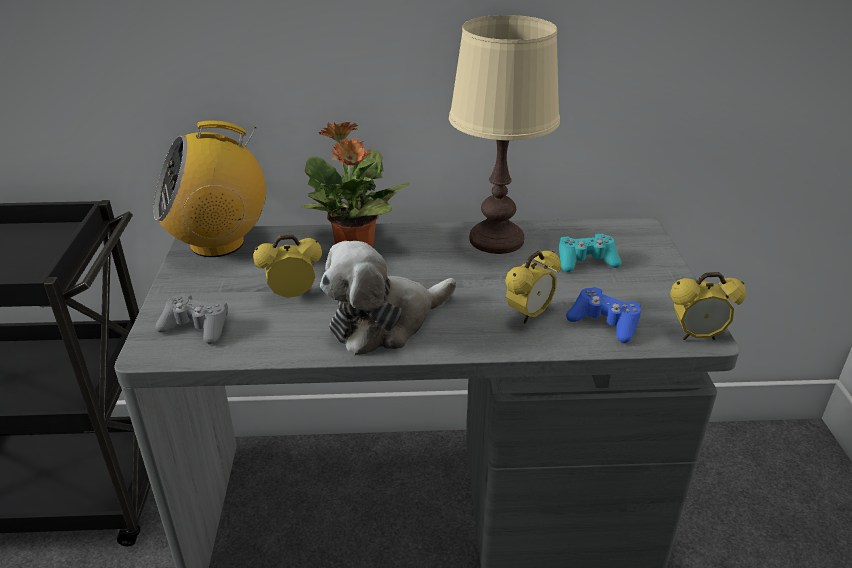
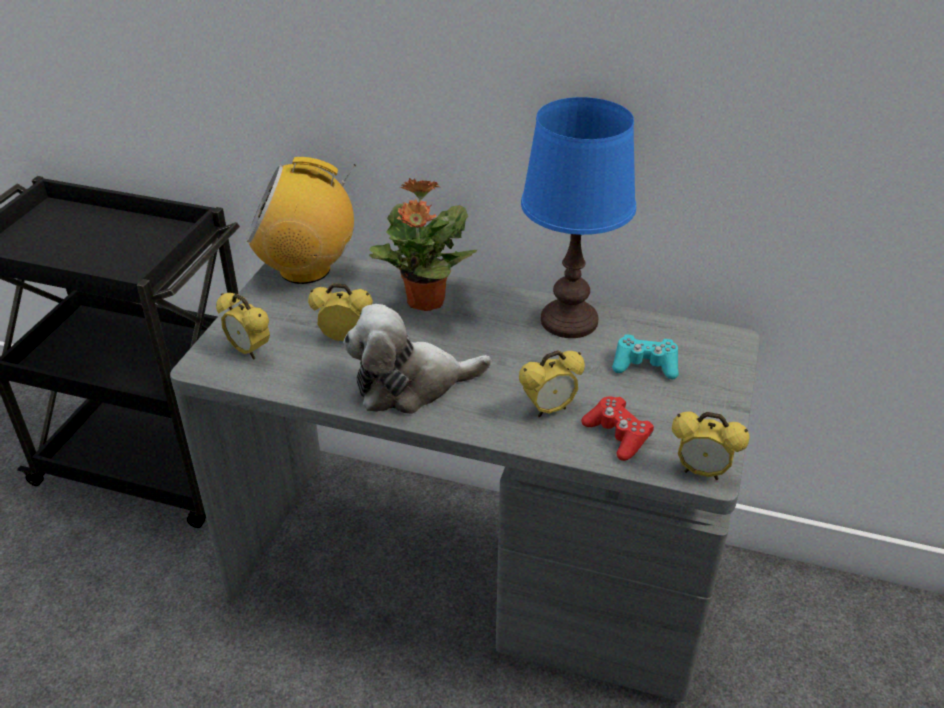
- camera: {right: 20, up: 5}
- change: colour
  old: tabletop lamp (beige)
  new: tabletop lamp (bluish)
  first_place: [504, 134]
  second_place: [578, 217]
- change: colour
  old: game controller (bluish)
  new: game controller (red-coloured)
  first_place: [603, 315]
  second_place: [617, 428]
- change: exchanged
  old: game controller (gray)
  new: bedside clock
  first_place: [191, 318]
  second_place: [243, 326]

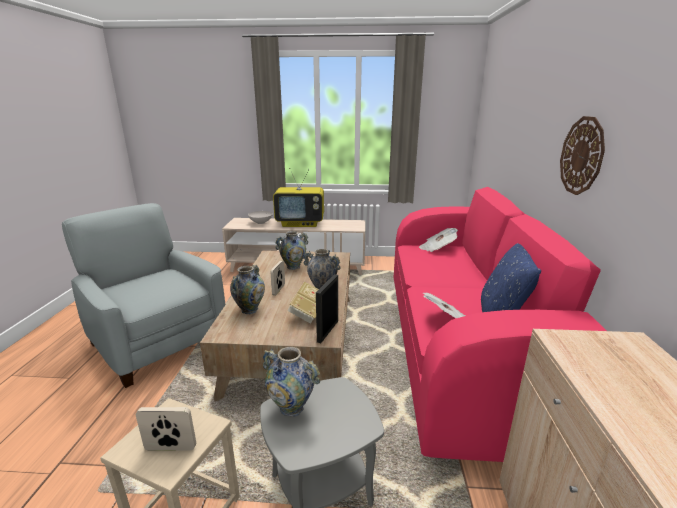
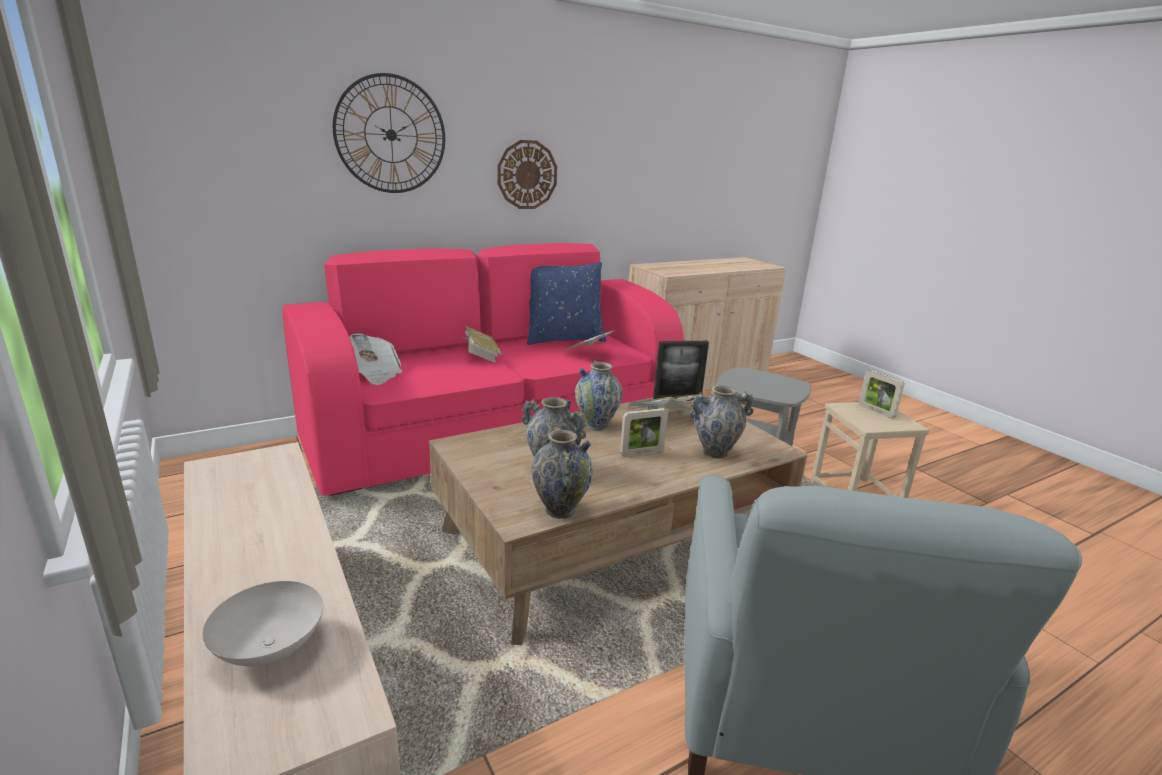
- camera: {right: -125, up: 0}
- change: missing
  old: television
  first_place: [298, 197]
- change: relocated
  old: decorative vase
  first_place: [291, 382]
  second_place: [562, 473]
- change: appeared
  new: wall clock
  second_place: [389, 133]
- change: appeared
  new: book
  second_place: [483, 344]

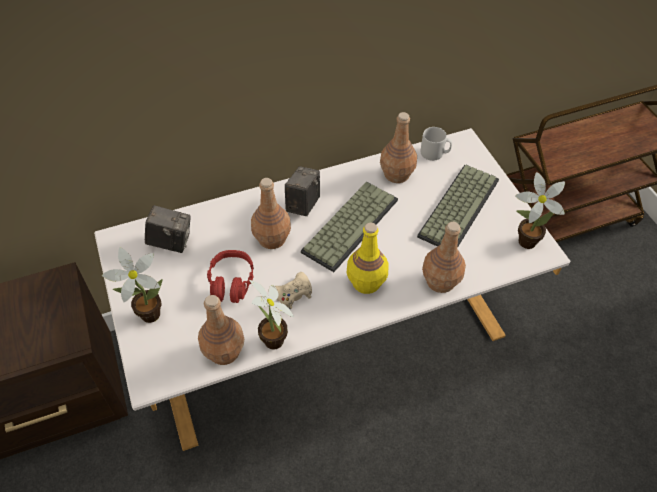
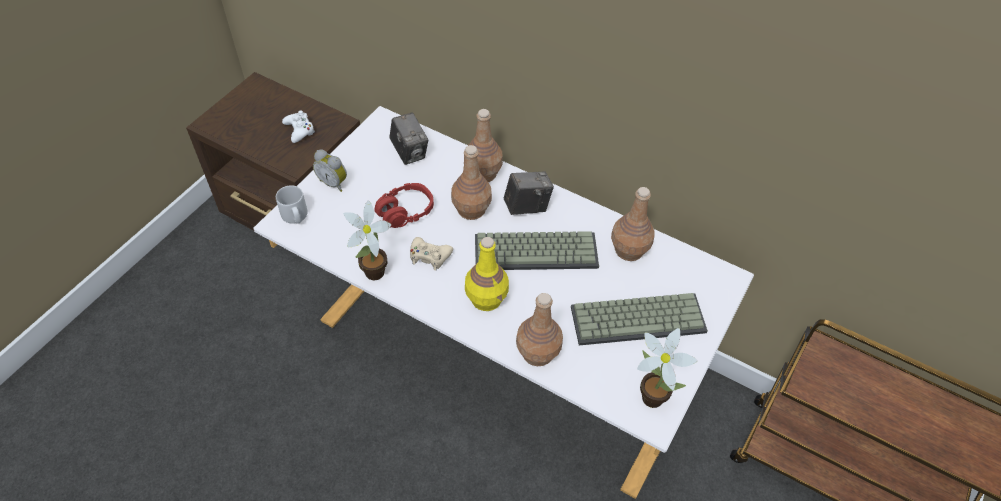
- camera: {right: 50, up: 0}
- change: relocated
  old: coffee mug (gray)
  first_place: [436, 144]
  second_place: [292, 204]
- change: exchanged
  old: potted plant
  new: bedside clock
  first_place: [132, 285]
  second_place: [330, 171]
- change: relocated
  old: beverage bottle (brown)
  first_place: [221, 330]
  second_place: [483, 145]
- change: appeared
  new: game controller (white-coloured)
  second_place: [298, 126]

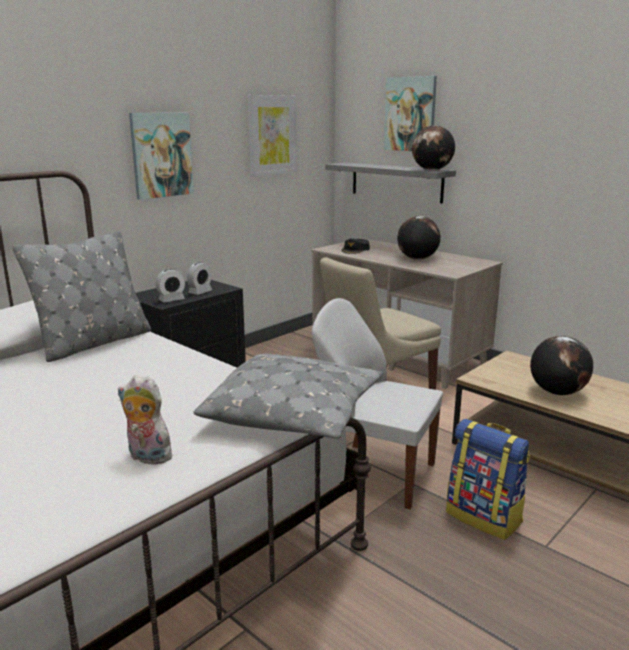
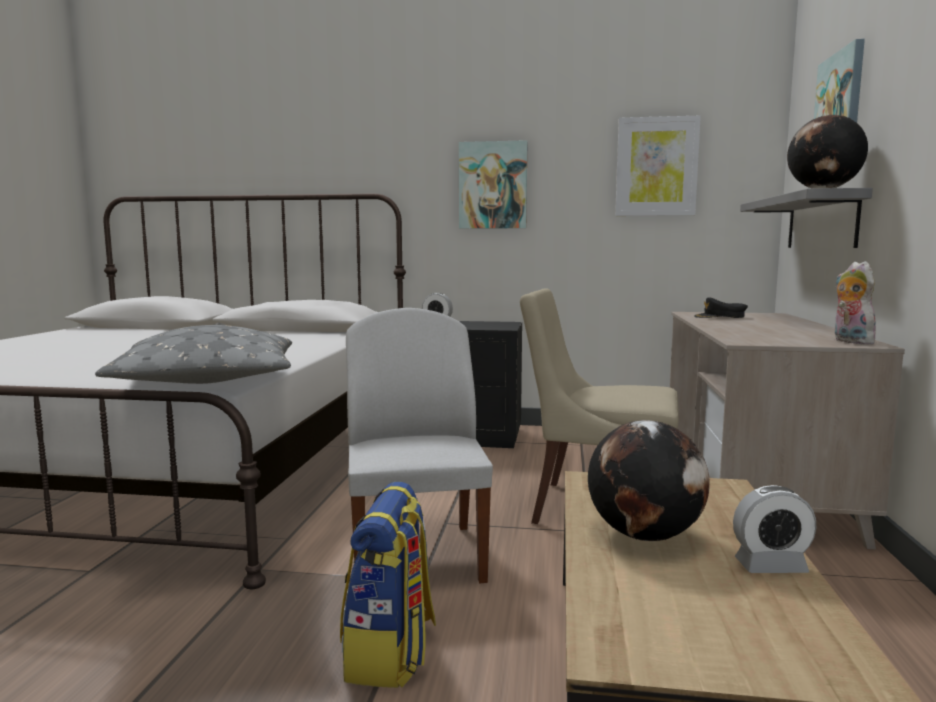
- camera: {right: 55, up: -10}
- change: missing
  old: globe
  first_place: [419, 238]
- change: missing
  old: pillow (gray)
  first_place: [81, 296]
- change: relocated
  old: bedside clock
  first_place: [199, 278]
  second_place: [774, 529]
- change: relocated
  old: plush toy
  first_place: [146, 420]
  second_place: [855, 302]

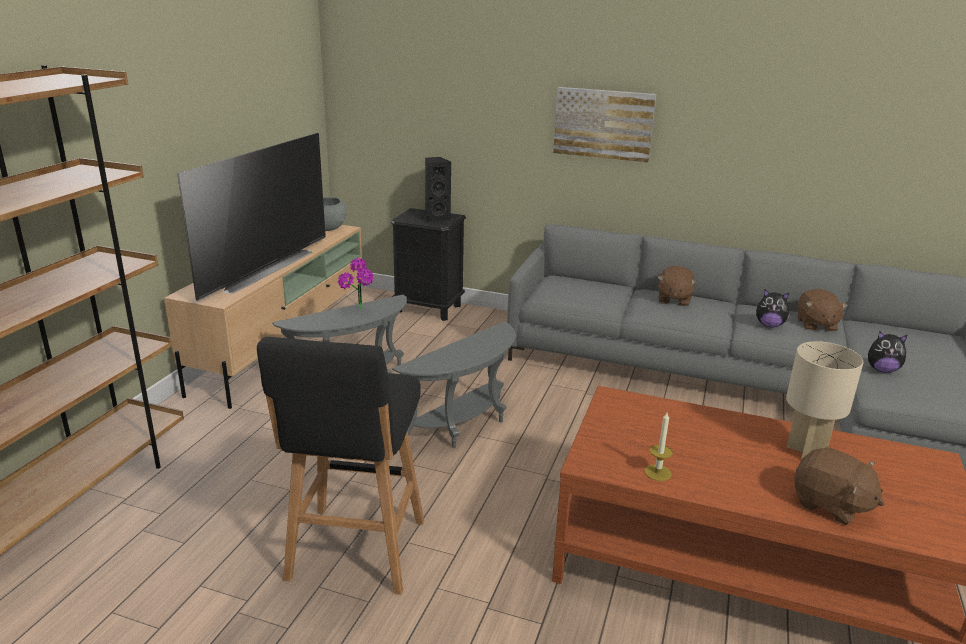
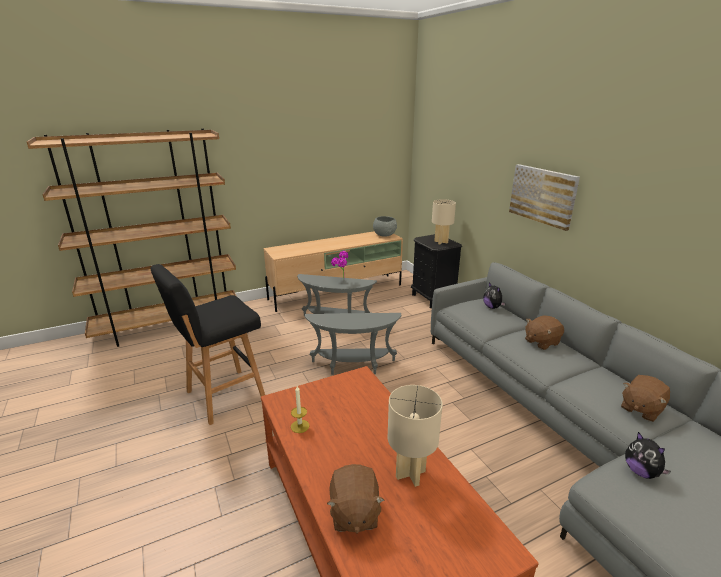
- camera: {right: 45, up: 0}
- change: missing
  old: television
  first_place: [251, 217]
- change: exchanged
  old: audio speaker (black-coloured)
  new: tabletop lamp (beige)
  first_place: [438, 189]
  second_place: [444, 221]
- change: relocated
  old: plush toy
  first_place: [773, 308]
  second_place: [494, 295]

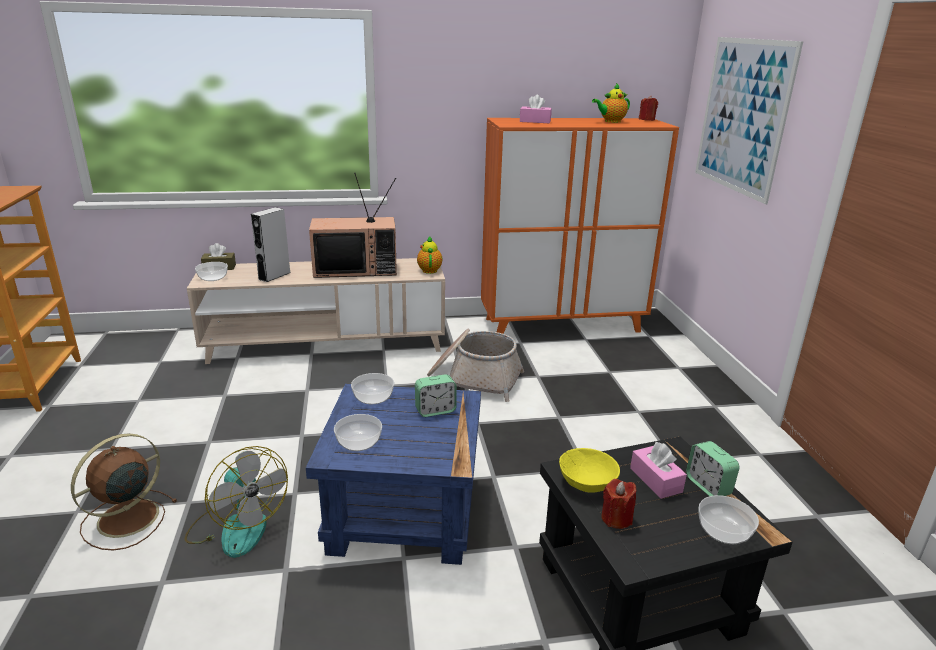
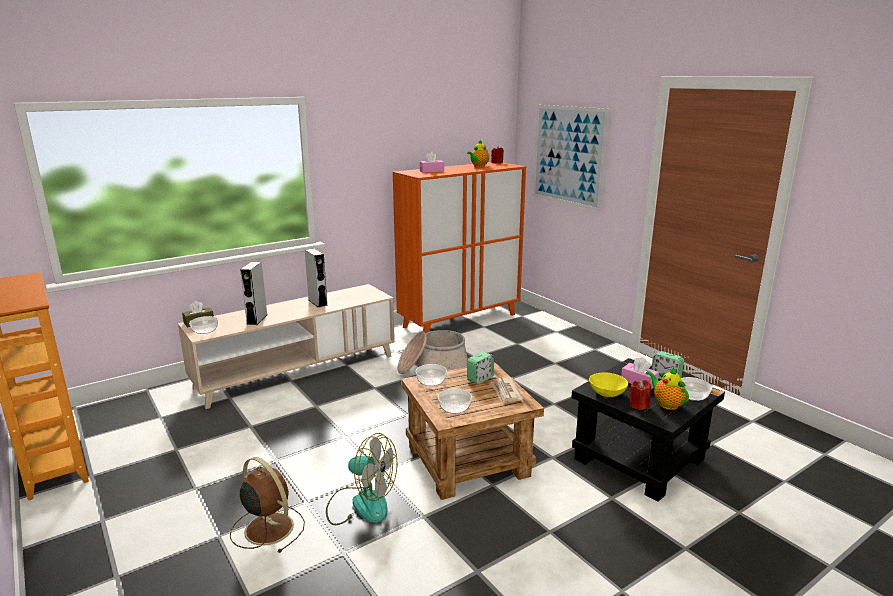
- camera: {right: -25, up: -5}
- change: exchanged
  old: television
  new: audio speaker (gray)
  first_place: [353, 225]
  second_place: [316, 278]
- change: relocated
  old: pot for tea
  first_place: [429, 255]
  second_place: [667, 388]
- change: colour
  old: side table (bluish)
  new: side table (brown)
  first_place: [393, 474]
  second_place: [472, 431]
- change: spun
  old: cooling fan (brown)
  first_place: [124, 491]
  second_place: [267, 505]
  degrees: 120
- change: appeared
  new: newspaper
  second_place: [507, 390]

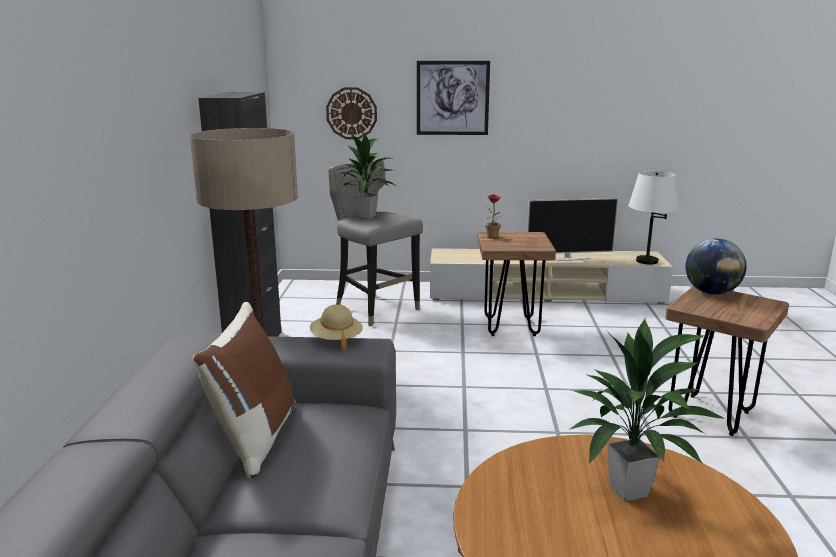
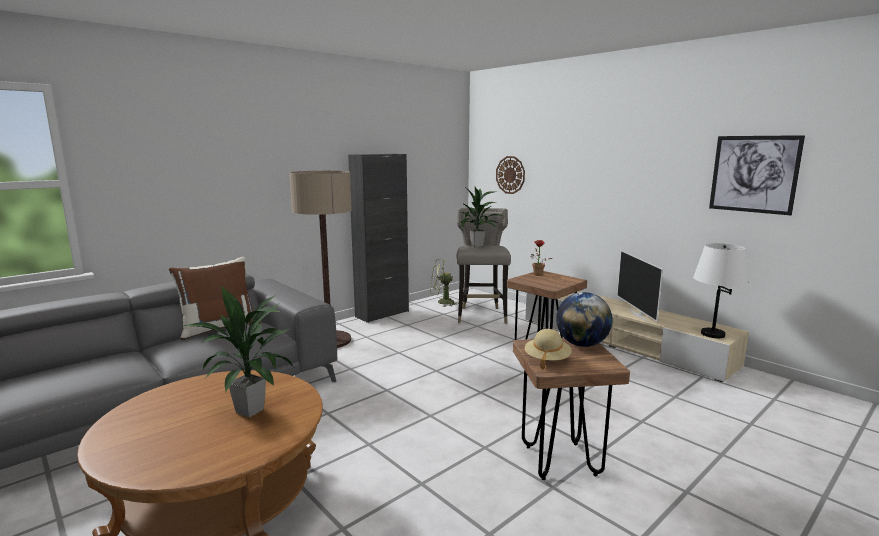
- camera: {right: 45, up: -5}
- change: relocated
  old: wall picture
  first_place: [453, 98]
  second_place: [757, 175]
- change: spun
  old: television
  first_place: [573, 229]
  second_place: [640, 286]
  degrees: 45
- change: relocated
  old: clothing hat (beige)
  first_place: [336, 327]
  second_place: [548, 349]
- change: appeared
  new: cooling fan (green-coloured)
  second_place: [443, 283]

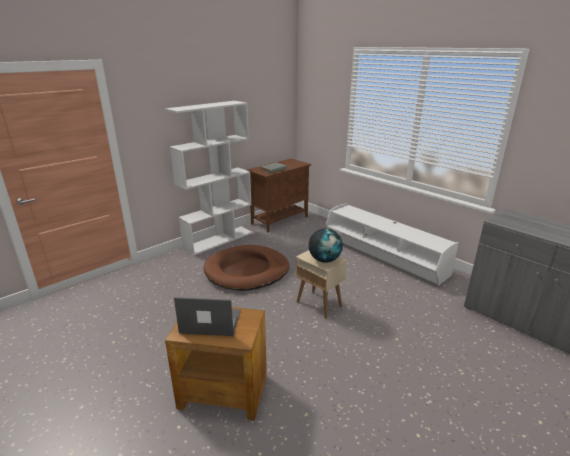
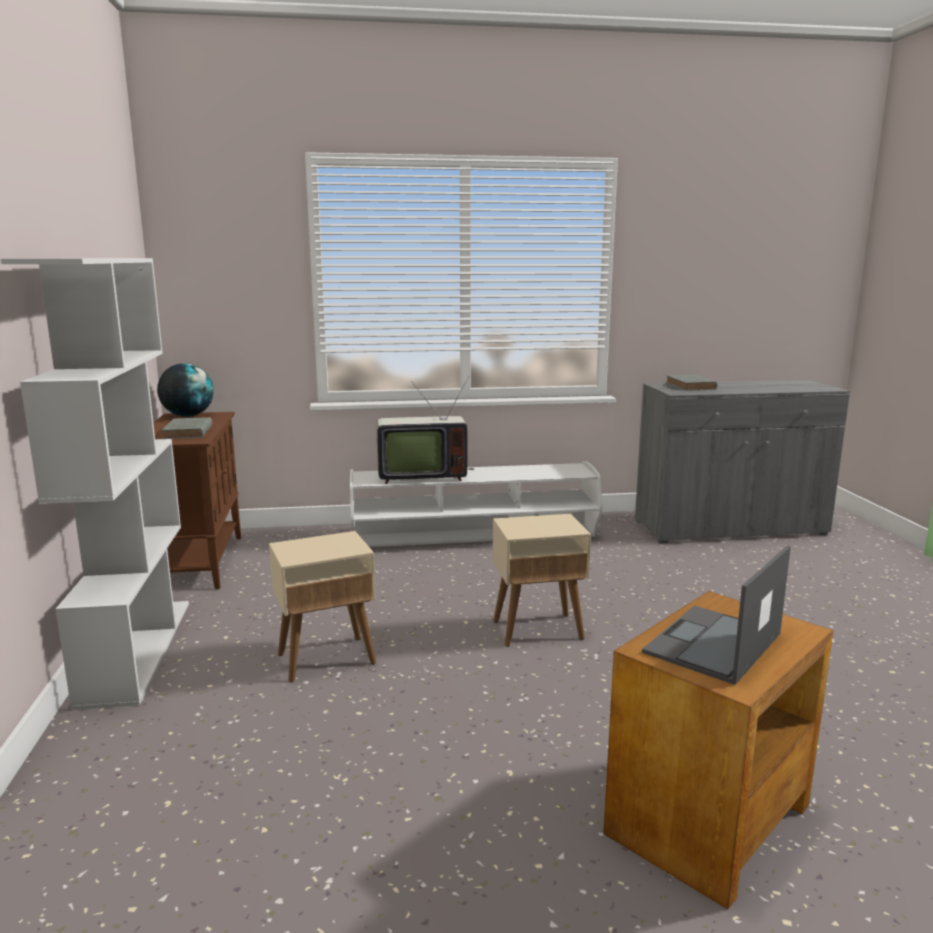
- camera: {right: -55, up: -10}
- change: relocated
  old: globe
  first_place: [326, 245]
  second_place: [185, 390]
- change: exchanged
  old: dog bed (brown)
  new: side table (beige)
  first_place: [246, 268]
  second_place: [322, 606]
- change: appeared
  new: book (gray)
  second_place: [691, 383]
- change: appeared
  new: television
  second_place: [422, 430]

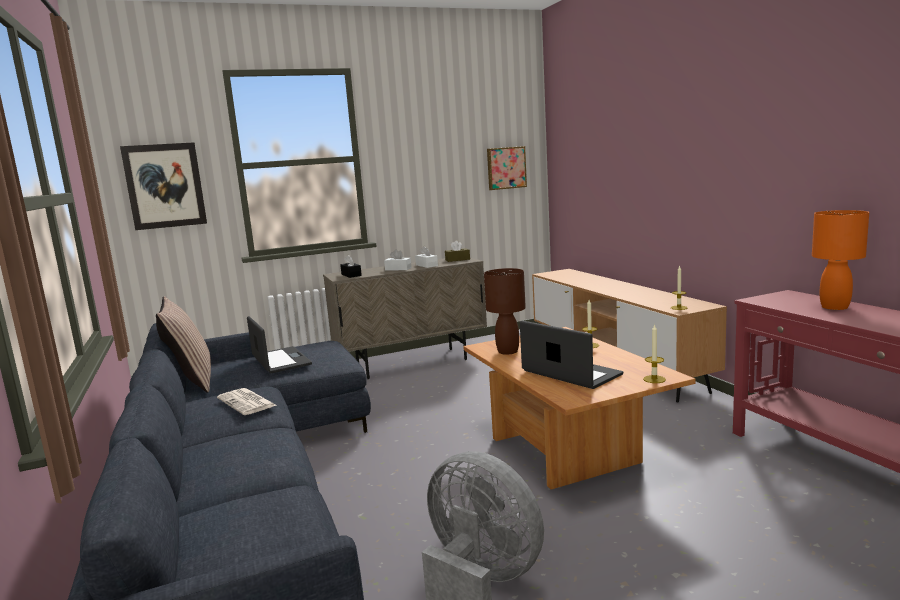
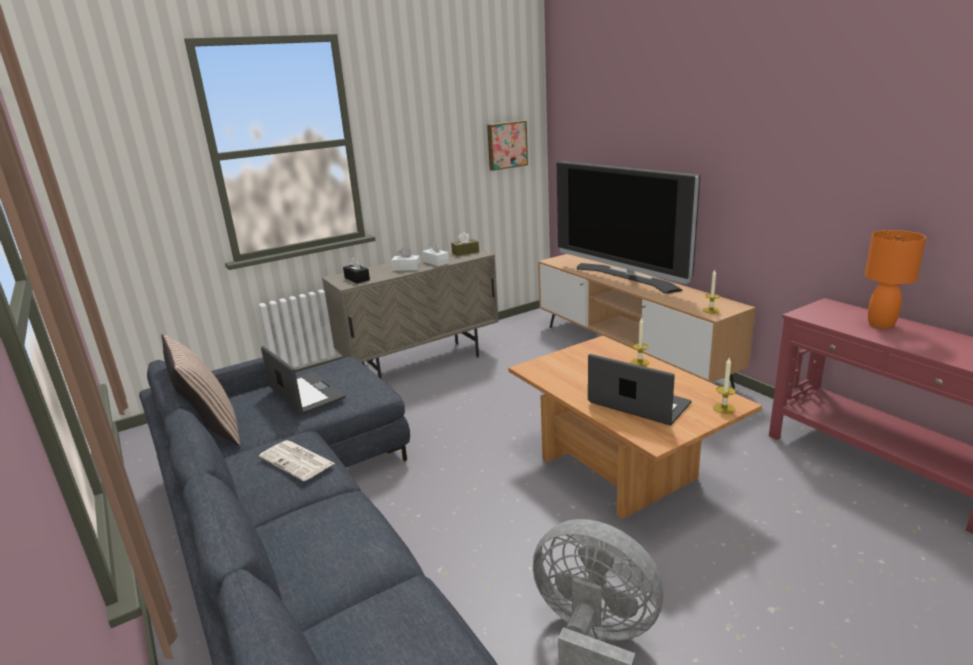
- camera: {right: -10, up: 10}
- change: missing
  old: wall picture
  first_place: [163, 186]
- change: missing
  old: tabletop lamp (brown)
  first_place: [505, 311]
- change: appeared
  new: television
  second_place: [628, 227]

